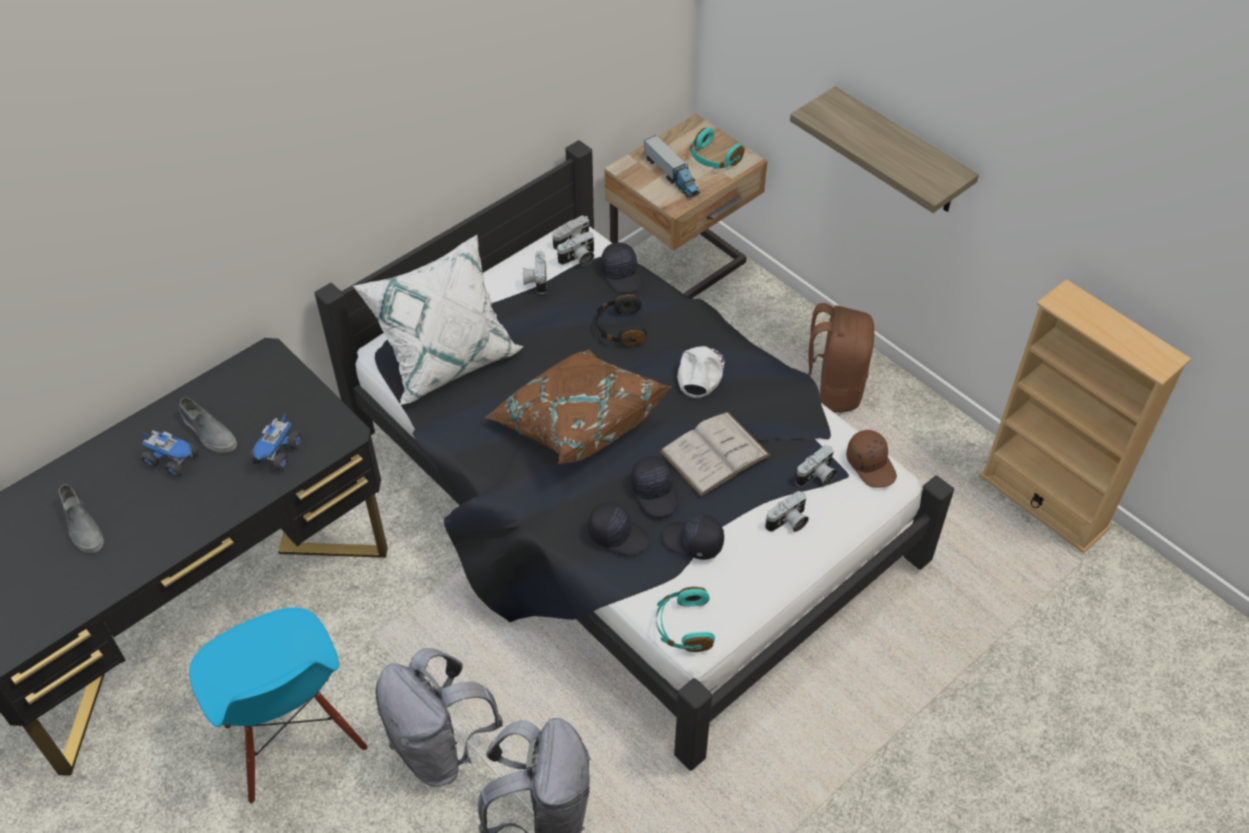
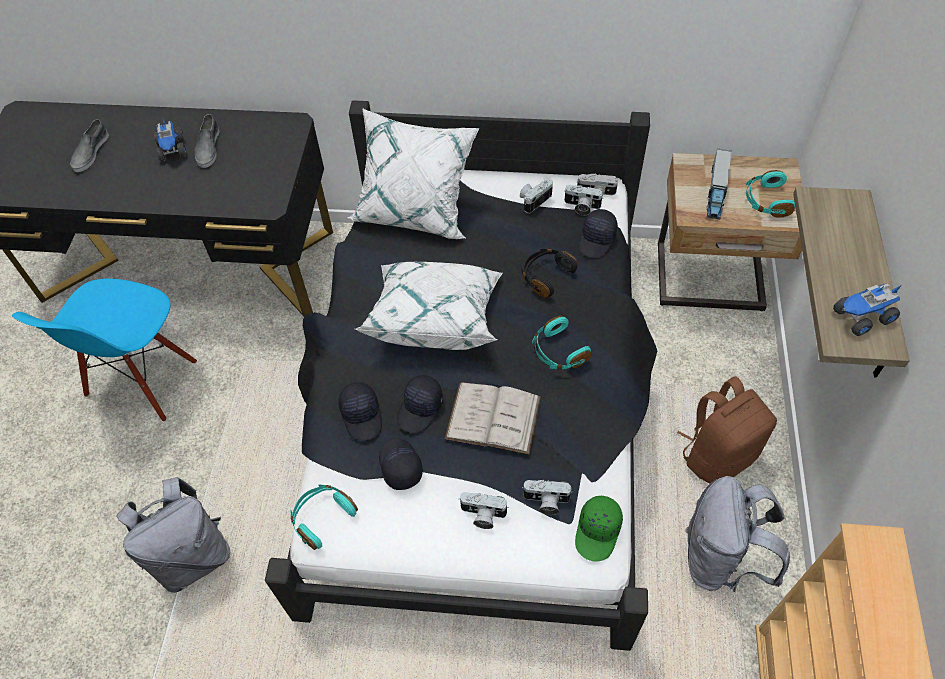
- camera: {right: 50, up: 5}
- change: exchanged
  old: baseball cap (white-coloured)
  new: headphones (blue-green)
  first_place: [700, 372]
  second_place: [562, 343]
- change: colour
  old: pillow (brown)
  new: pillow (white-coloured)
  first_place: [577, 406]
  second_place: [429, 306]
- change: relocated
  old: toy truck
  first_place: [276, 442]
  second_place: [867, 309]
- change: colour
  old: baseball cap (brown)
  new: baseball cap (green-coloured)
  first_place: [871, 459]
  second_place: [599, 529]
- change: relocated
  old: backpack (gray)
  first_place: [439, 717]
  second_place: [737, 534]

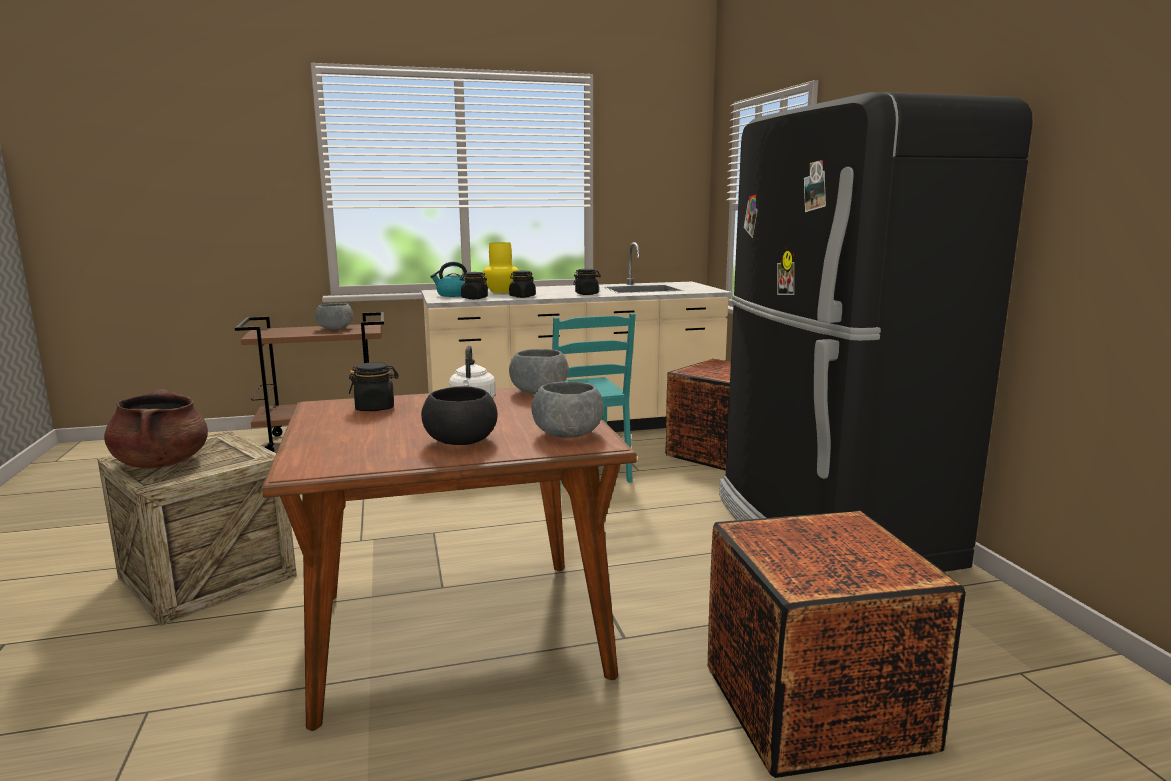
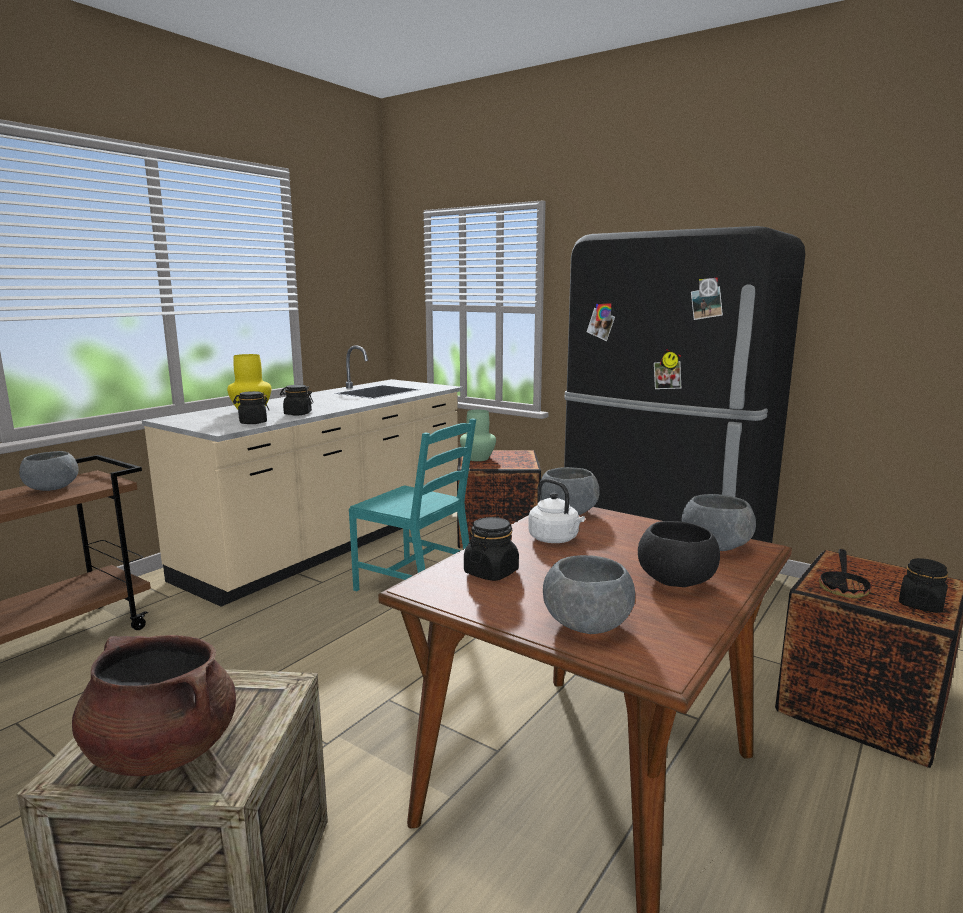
- camera: {right: -40, up: 0}
- change: missing
  old: tea kettle
  first_place: [448, 279]
- change: relocated
  old: jar (black-coloured)
  first_place: [587, 282]
  second_place: [923, 585]
- change: appeared
  new: decorative vase (green-coloured)
  second_place: [478, 435]
- change: appeared
  new: frying pan
  second_place: [845, 574]
- change: appeared
  new: serving bowl (gray)
  second_place: [589, 594]

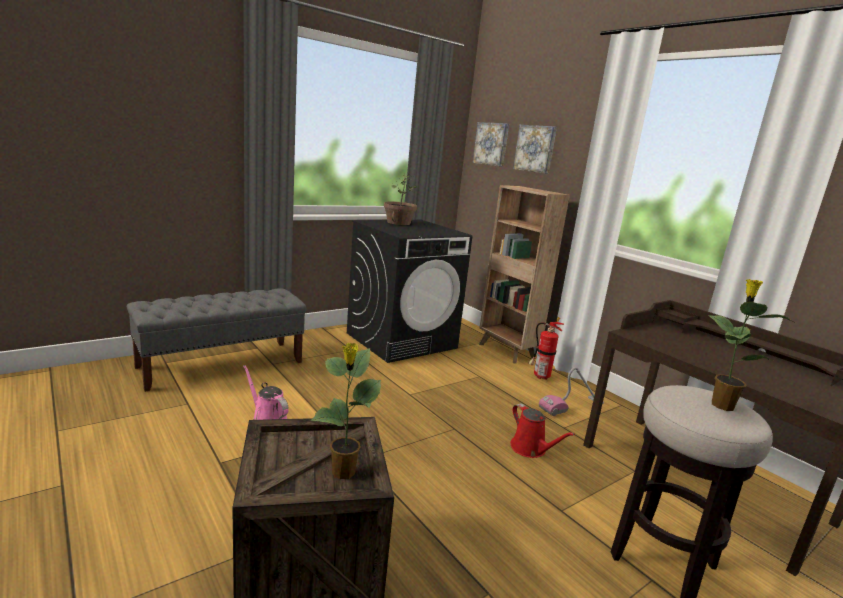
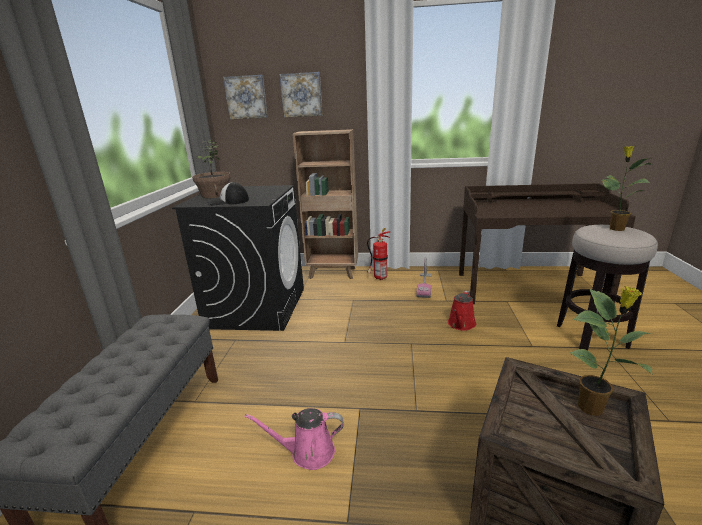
- camera: {right: -45, up: 5}
- change: spun
  old: sprinkling can (red-coloured)
  first_place: [542, 431]
  second_place: [462, 310]
  degrees: 105
- change: appeared
  new: baseball cap
  second_place: [228, 194]

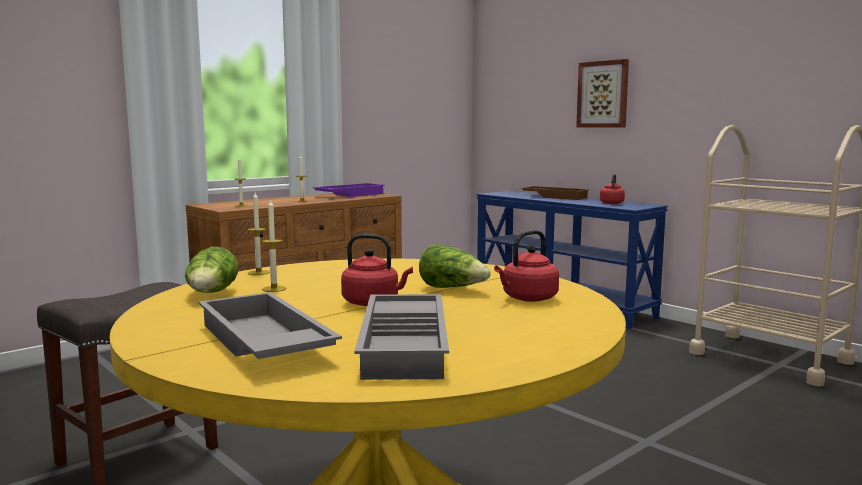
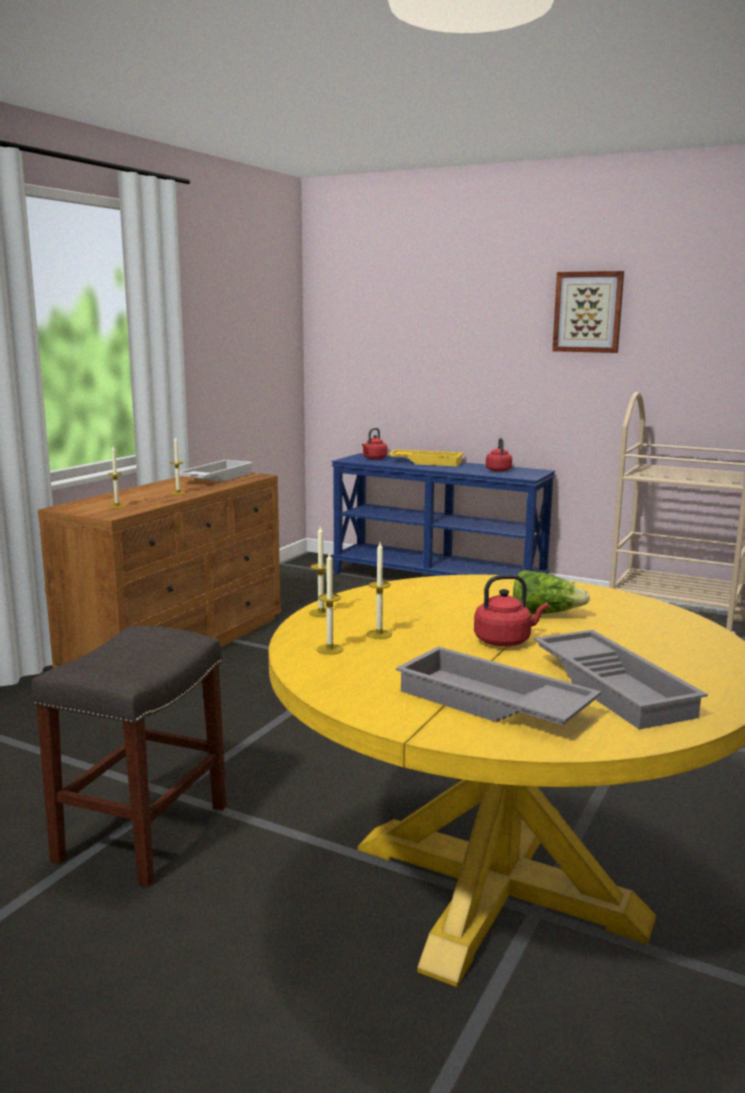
- camera: {right: -20, up: 5}
- change: relocated
  old: wall picture
  first_place: [602, 93]
  second_place: [588, 312]
- change: colour
  old: serving tray (purple)
  new: serving tray (white-coloured)
  first_place: [349, 190]
  second_place: [216, 471]
- change: colour
  old: serving tray (brown)
  new: serving tray (yellow-coloured)
  first_place: [555, 193]
  second_place: [426, 457]
- change: relocated
  old: tea kettle (red-coloured)
  first_place: [526, 266]
  second_place: [374, 444]
- change: exchanged
  old: lettuce
  new: candle
  first_place: [211, 270]
  second_place: [330, 603]

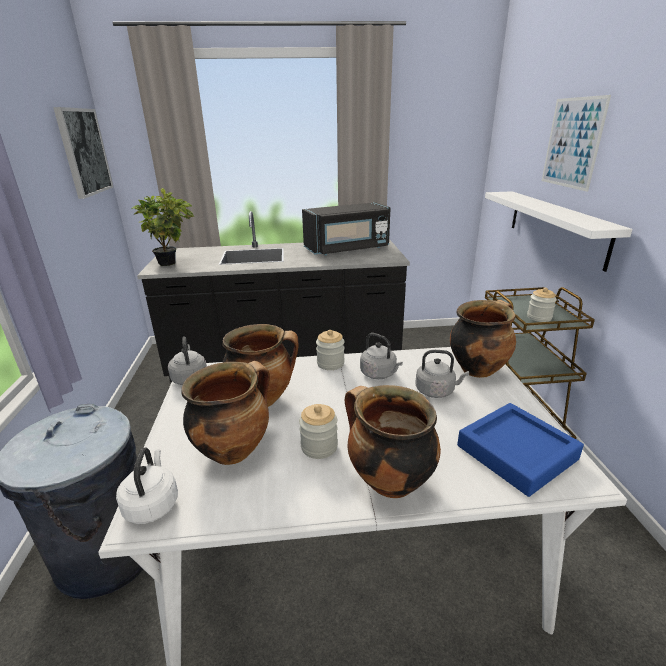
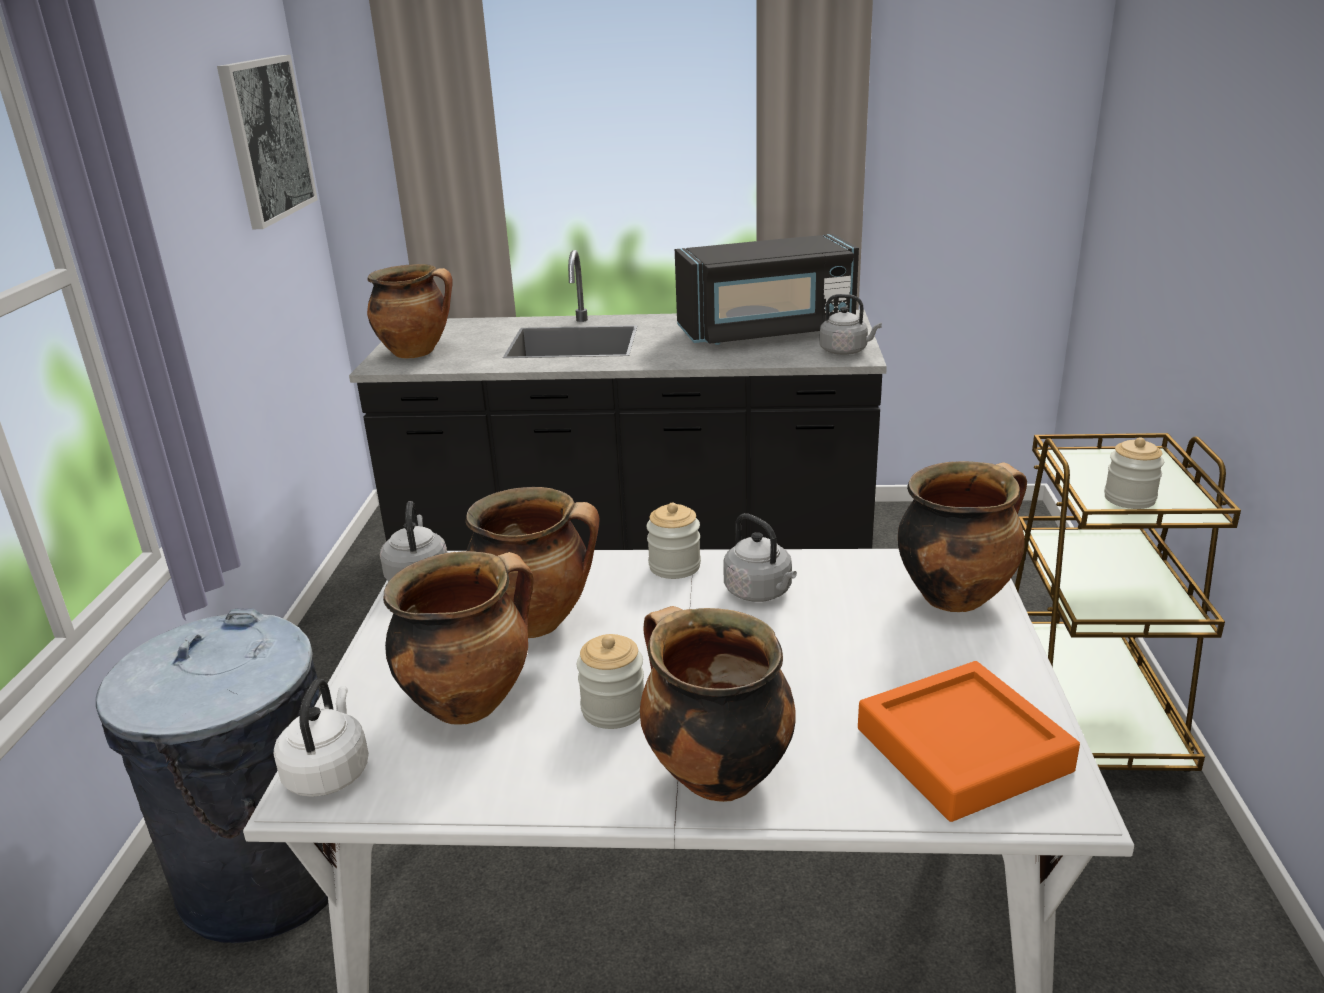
- camera: {right: 10, up: 0}
- change: missing
  old: wall picture
  first_place: [576, 143]
- change: exchanged
  old: potted plant
  new: saucepot
  first_place: [162, 227]
  second_place: [410, 311]
- change: missing
  old: wall shelf (white-coloured)
  first_place: [559, 231]
- change: relocated
  old: tea kettle (gray)
  first_place: [442, 374]
  second_place: [851, 324]
- change: colour
  old: serving tray (bluish)
  new: serving tray (orange)
  first_place: [520, 450]
  second_place: [969, 741]

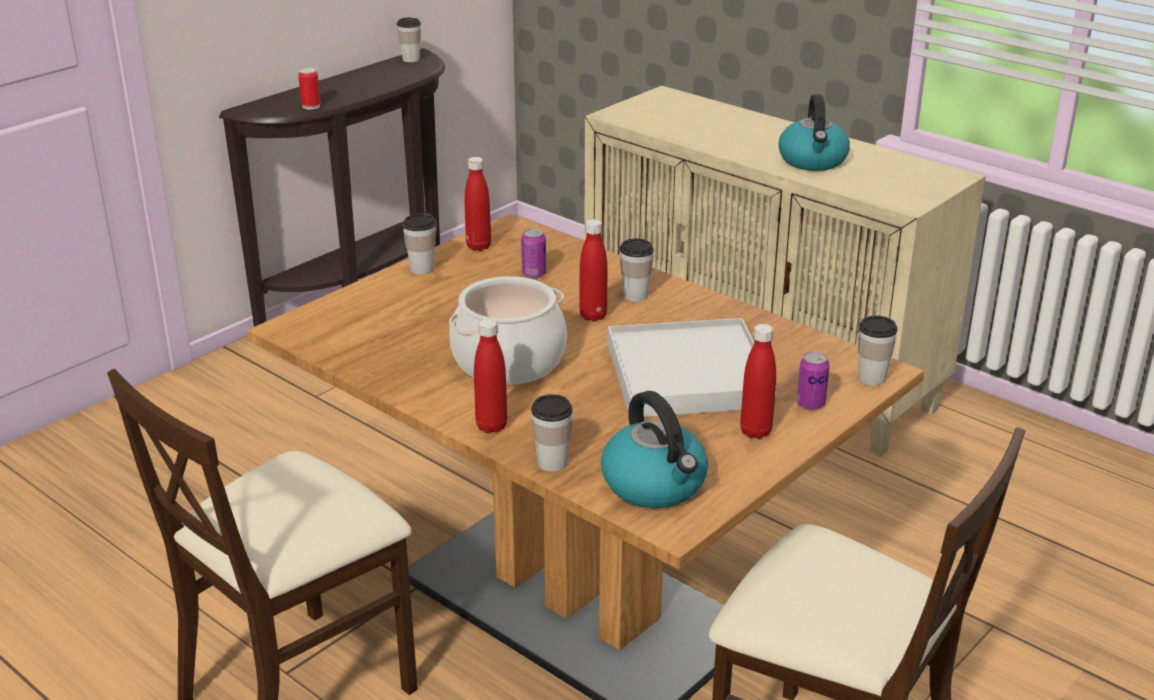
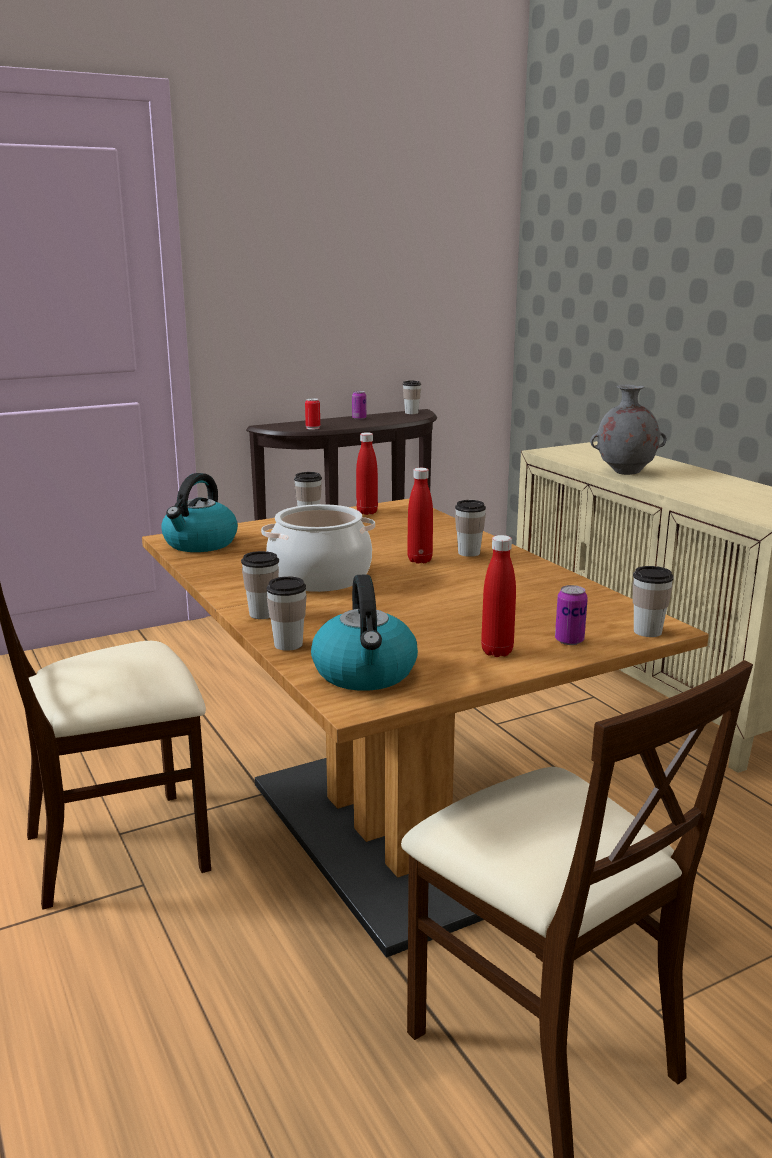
- camera: {right: 20, up: -10}
- change: relocated
  old: tea kettle
  first_place: [814, 132]
  second_place: [199, 512]
- change: relocated
  old: metal can
  first_place: [533, 253]
  second_place: [359, 405]
- change: missing
  old: serving tray (white-coloured)
  first_place: [692, 367]
- change: exchanged
  old: beverage bottle (red-coloured)
  new: cup
  first_place: [490, 376]
  second_place: [260, 585]
- change: appeared
  new: decorative vase (gray)
  second_place: [628, 429]

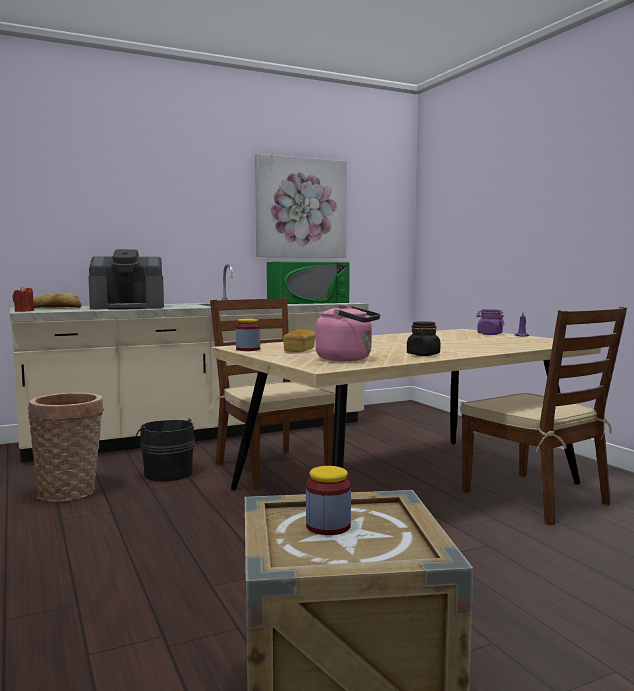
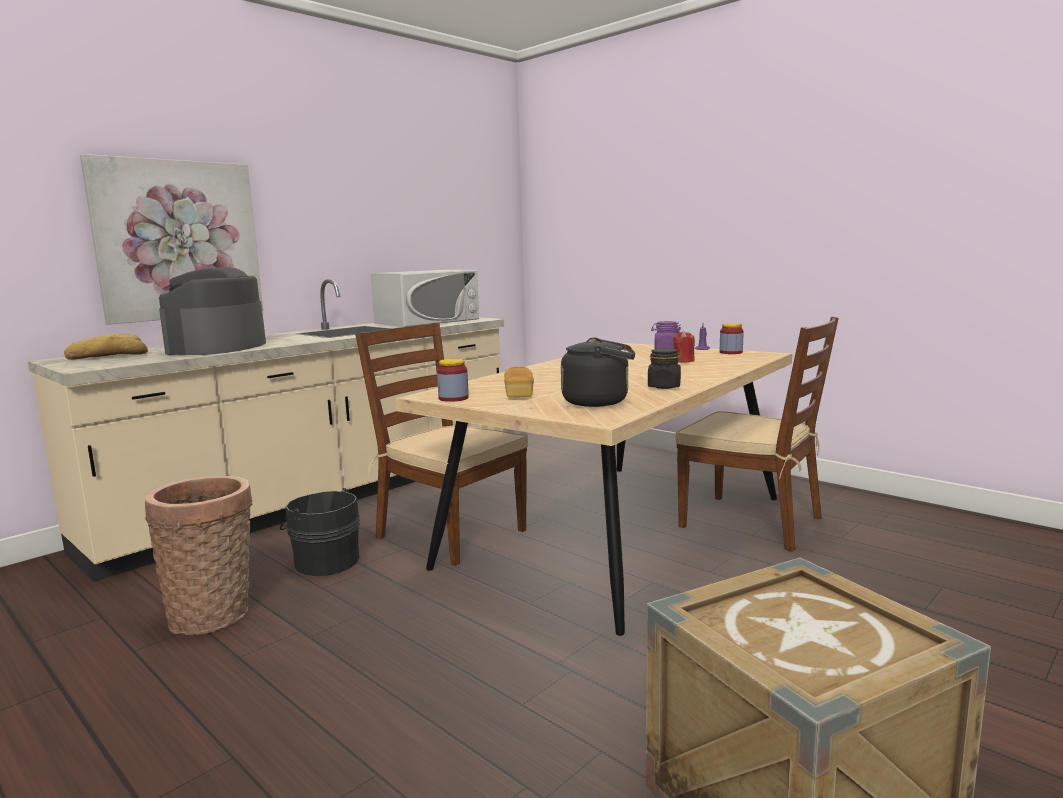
- camera: {right: -20, up: 5}
- change: relocated
  old: wall picture
  first_place: [301, 206]
  second_place: [171, 239]
- change: spun
  old: coffee brewer
  first_place: [126, 279]
  second_place: [212, 311]
  degrees: 135
- change: colour
  old: microwave oven (green-coloured)
  new: microwave oven (white-coloured)
  first_place: [308, 283]
  second_place: [425, 298]
- change: relocated
  old: candle (red-coloured)
  first_place: [23, 299]
  second_place: [684, 347]
- change: colour
  old: tea kettle (pink)
  new: tea kettle (black-coloured)
  first_place: [347, 332]
  second_place: [598, 372]
- change: relocated
  old: jar
  first_place: [328, 500]
  second_place: [732, 338]

